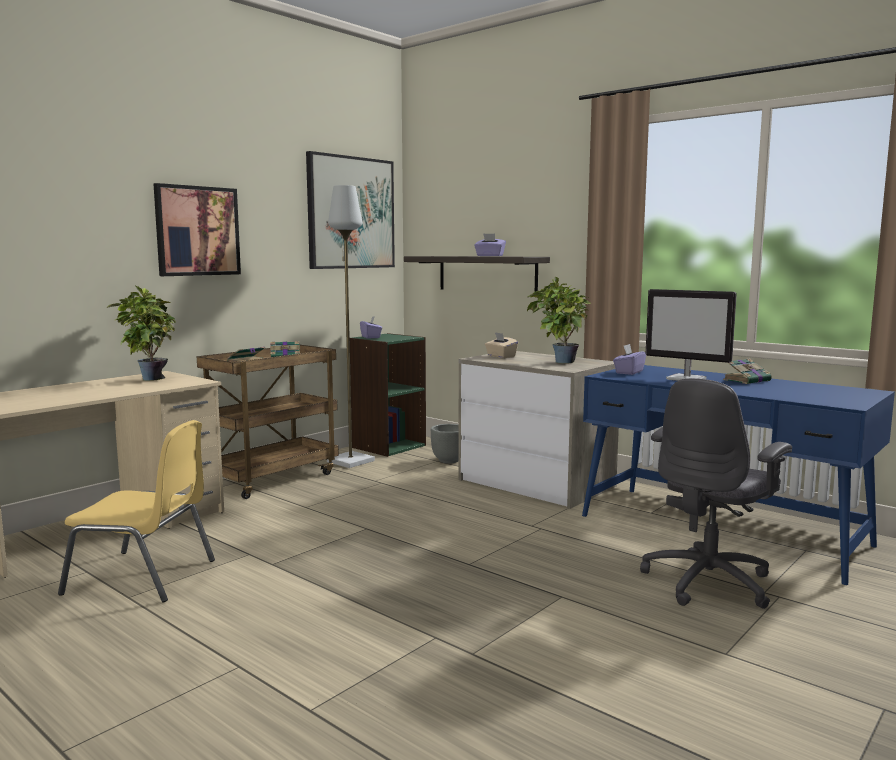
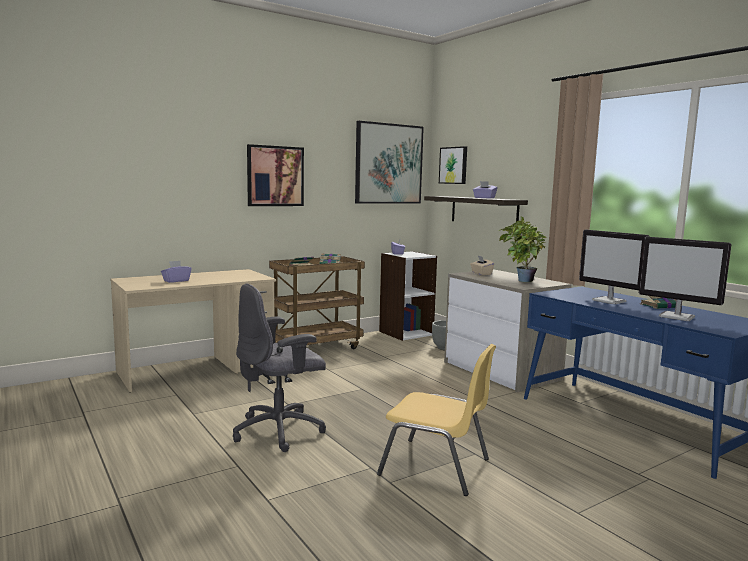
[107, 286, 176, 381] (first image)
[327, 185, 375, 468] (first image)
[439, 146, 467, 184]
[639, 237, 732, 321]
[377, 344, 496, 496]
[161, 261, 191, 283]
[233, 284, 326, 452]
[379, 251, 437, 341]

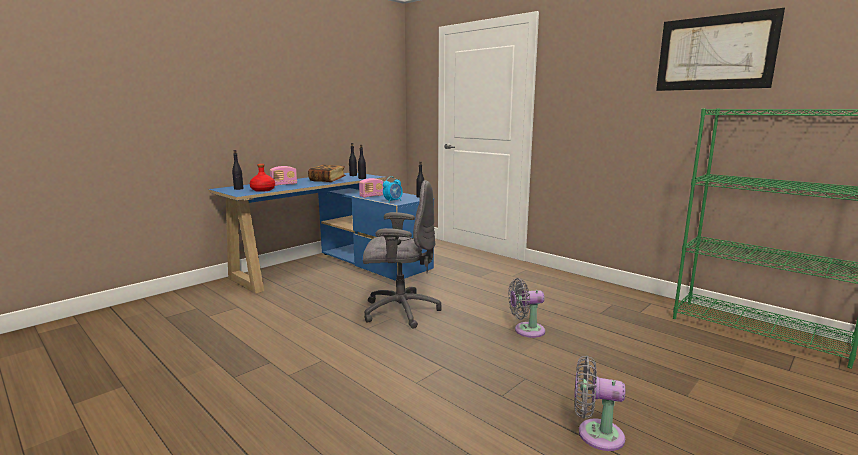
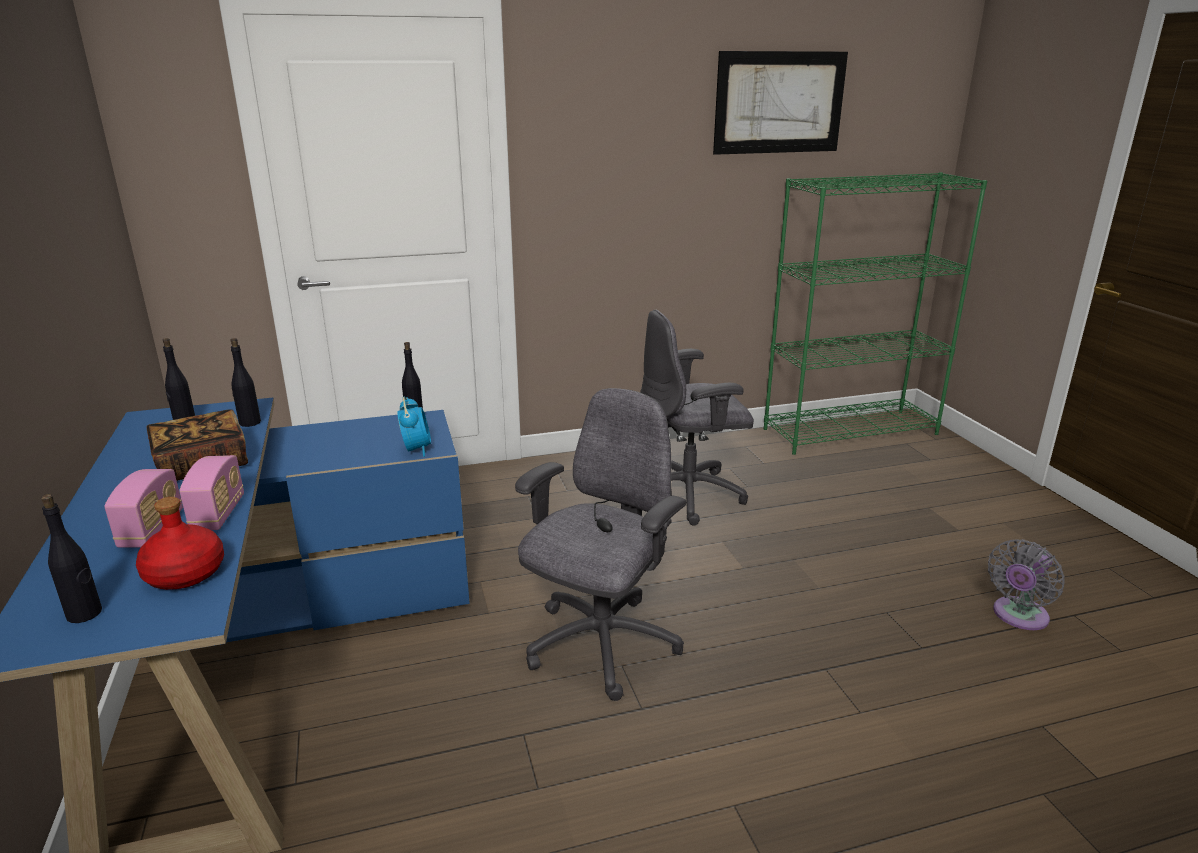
[508, 278, 545, 338] (first image)
[640, 310, 754, 525]
[179, 455, 244, 530]

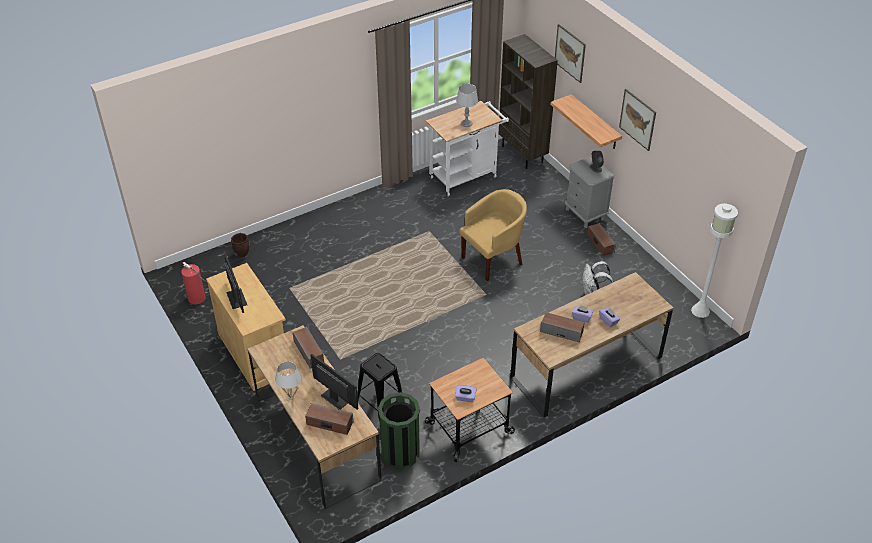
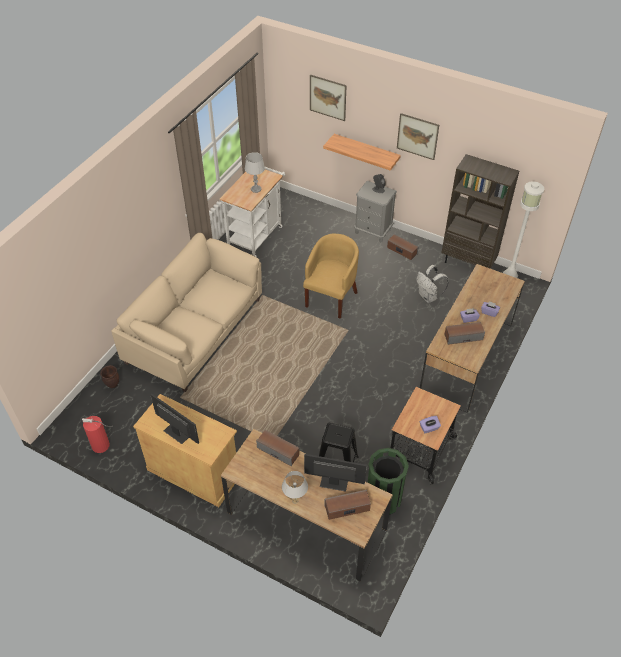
[111, 233, 262, 392]
[441, 154, 519, 269]

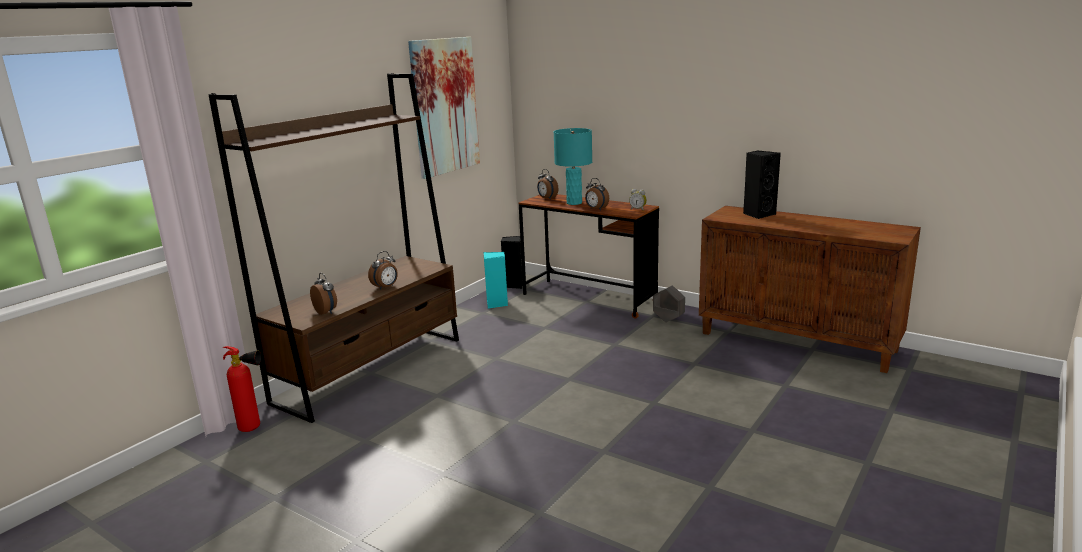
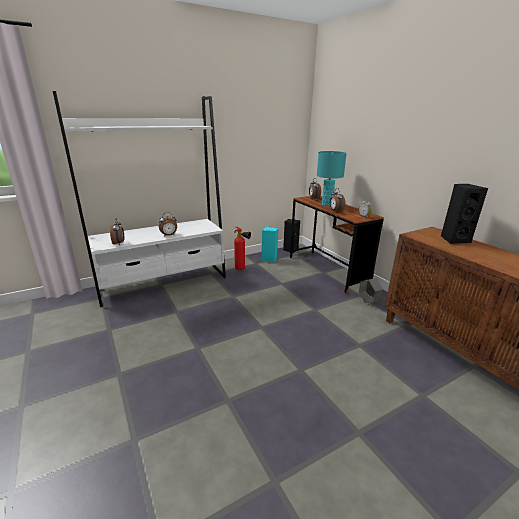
[408, 37, 480, 179] (first image)
[234, 227, 251, 270]
[53, 91, 226, 307]

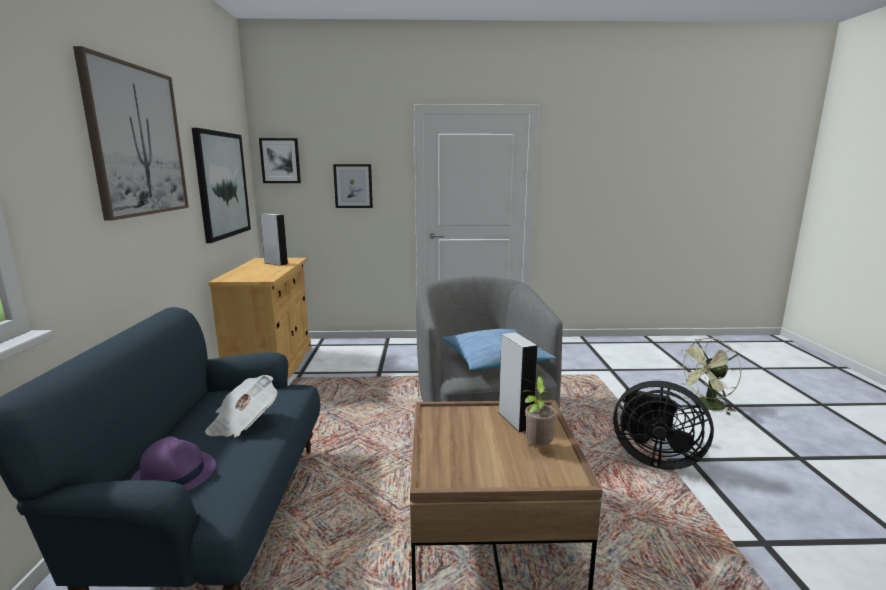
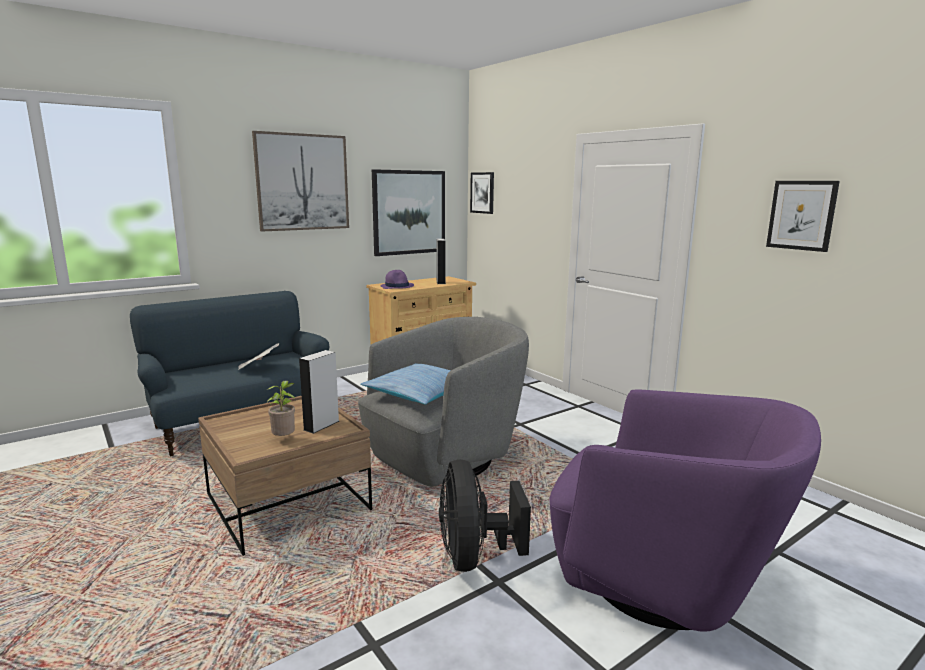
[381, 270, 414, 289]
[766, 181, 840, 252]
[550, 390, 821, 632]

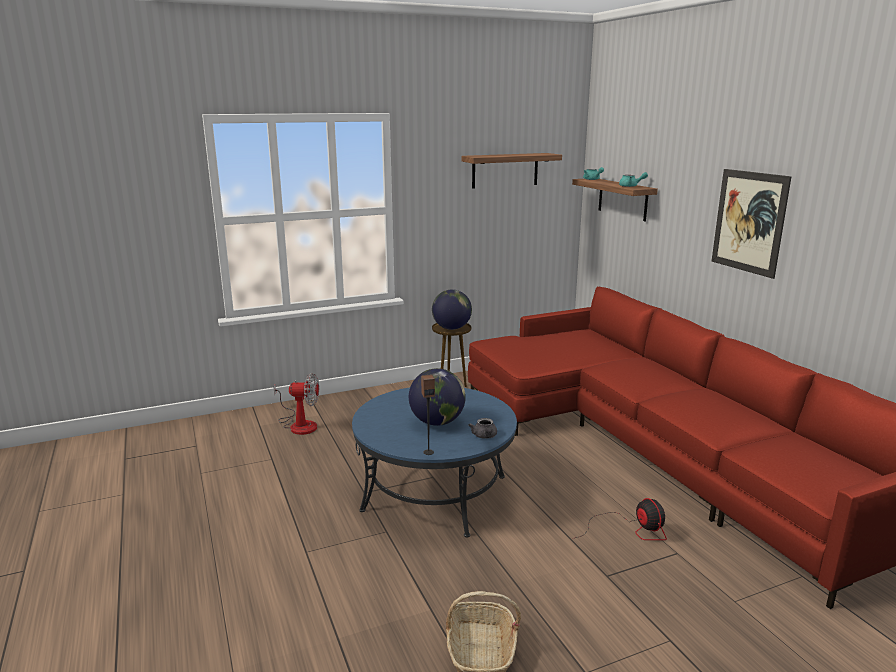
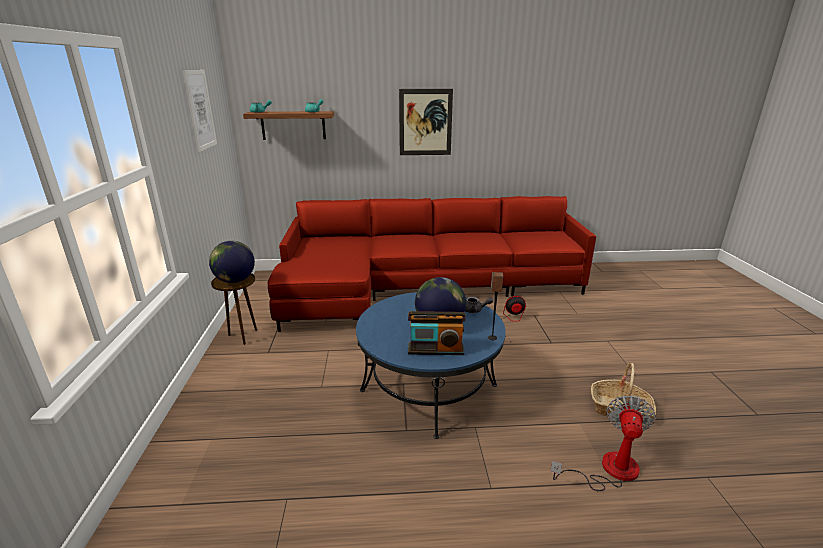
[408, 311, 466, 355]
[550, 395, 656, 491]
[182, 70, 217, 152]

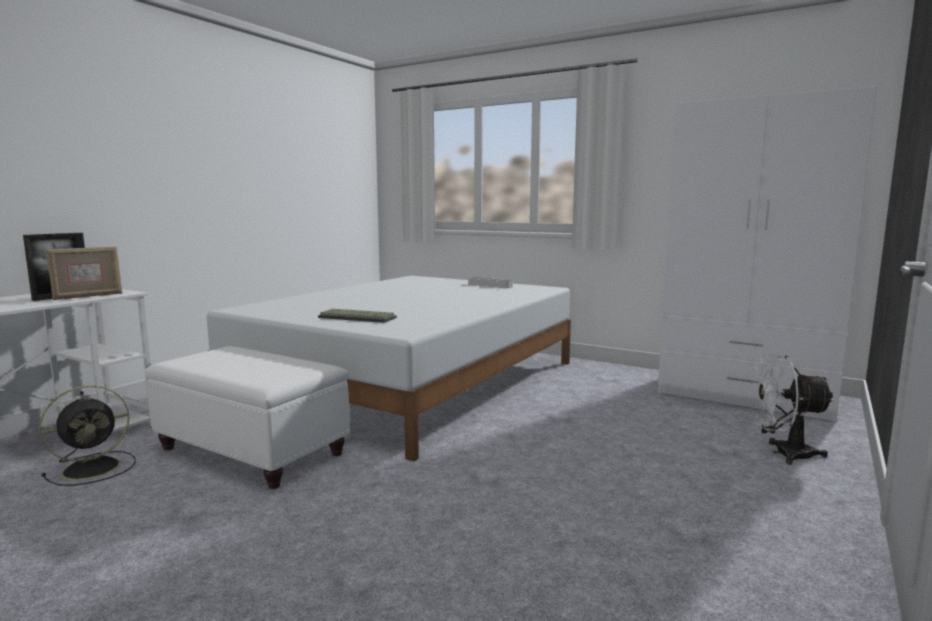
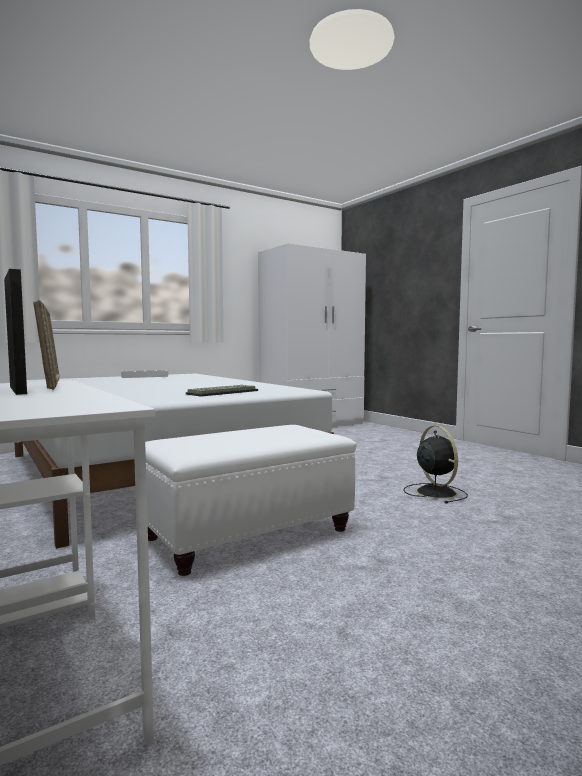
[751, 355, 835, 465] (first image)
[404, 426, 468, 503]

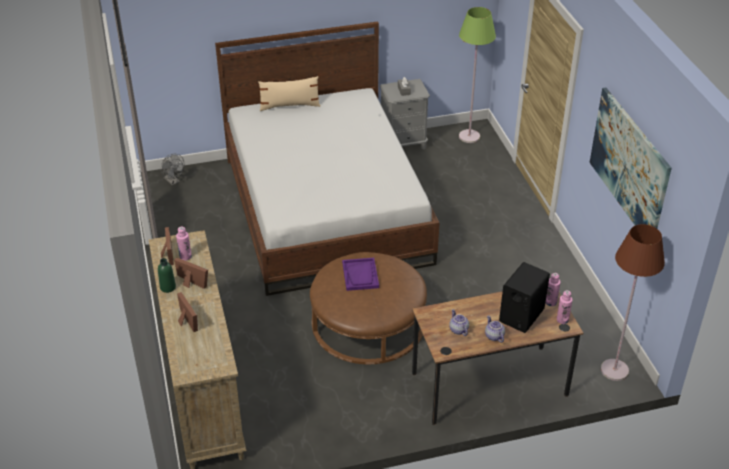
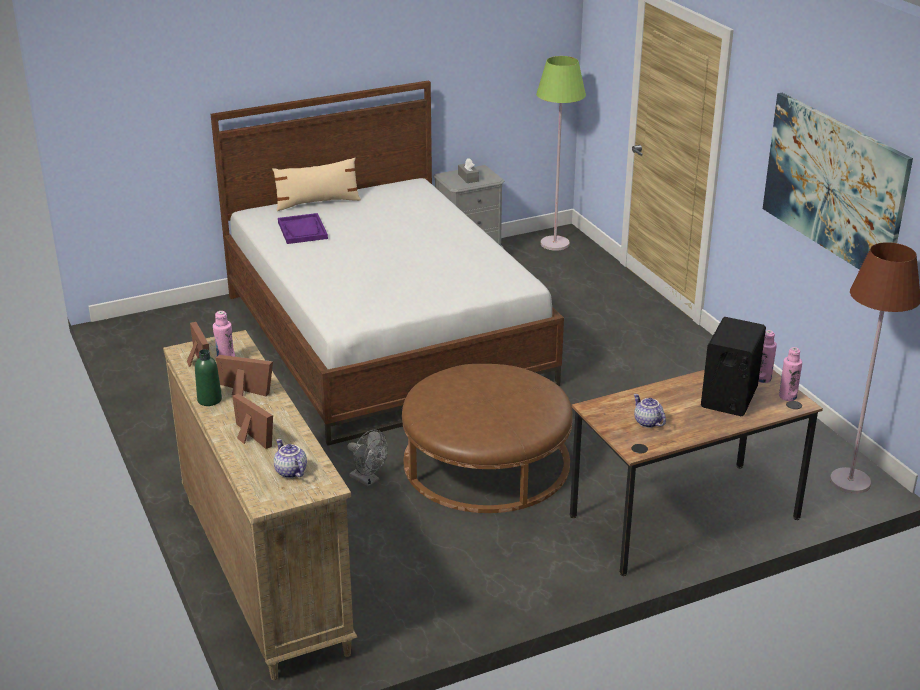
[347, 430, 388, 487]
[278, 213, 328, 244]
[274, 439, 307, 478]

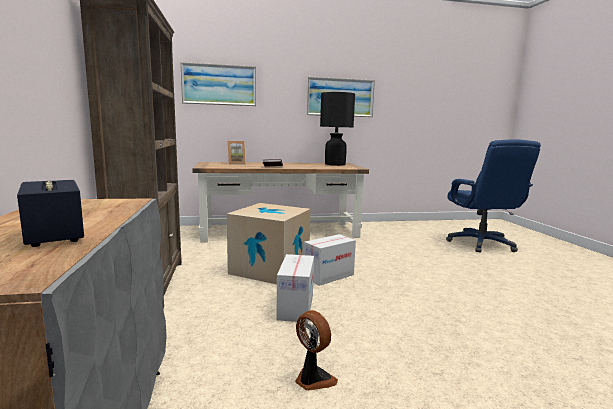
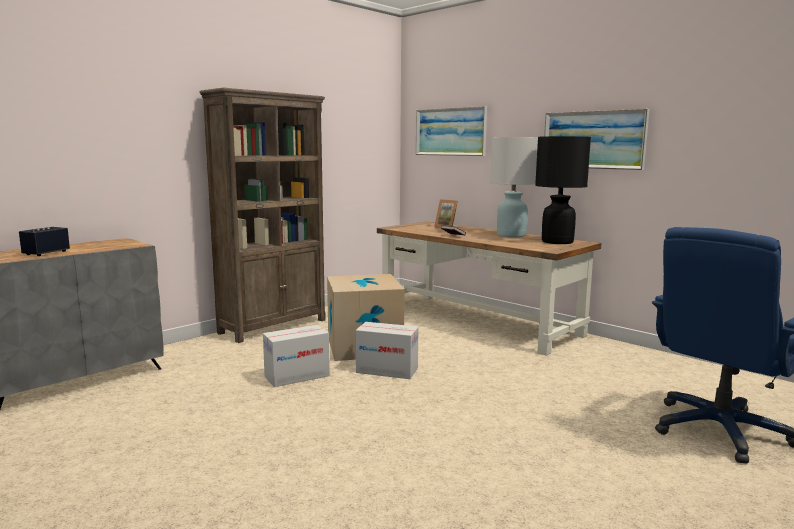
[295, 310, 338, 391] (first image)
[490, 137, 538, 237]

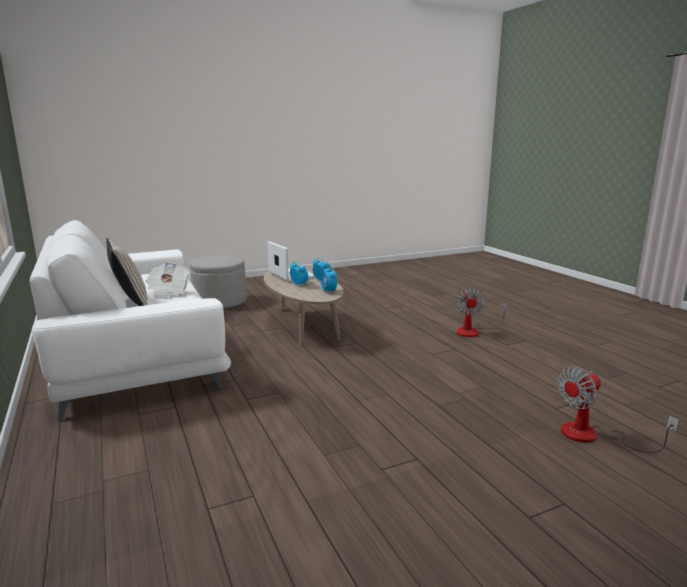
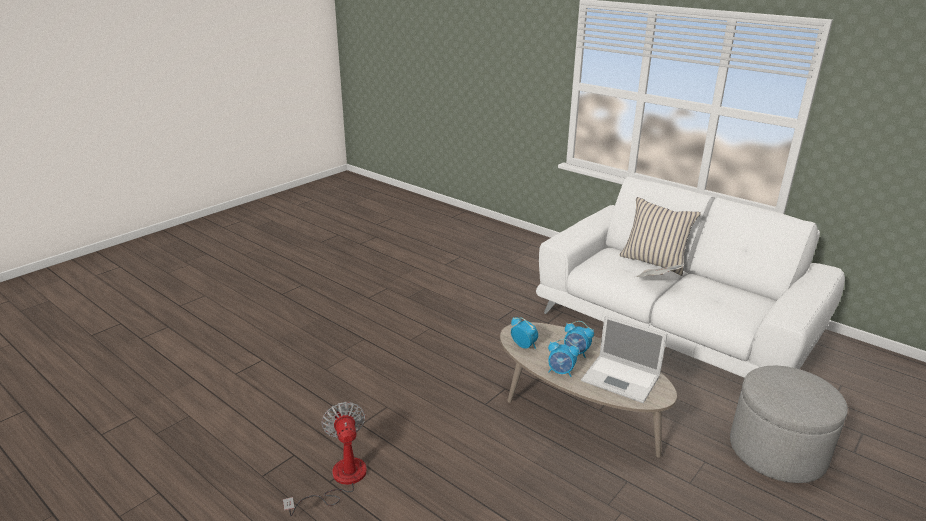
[557, 366, 679, 453] (first image)

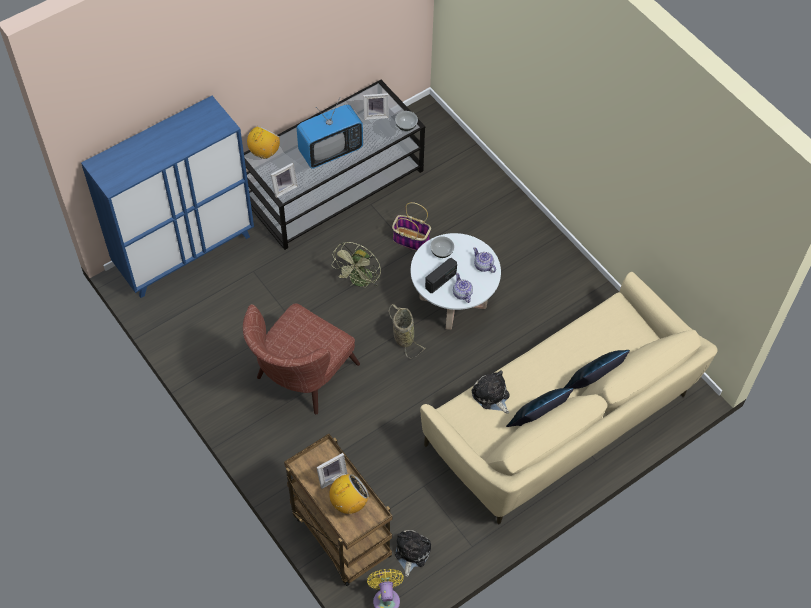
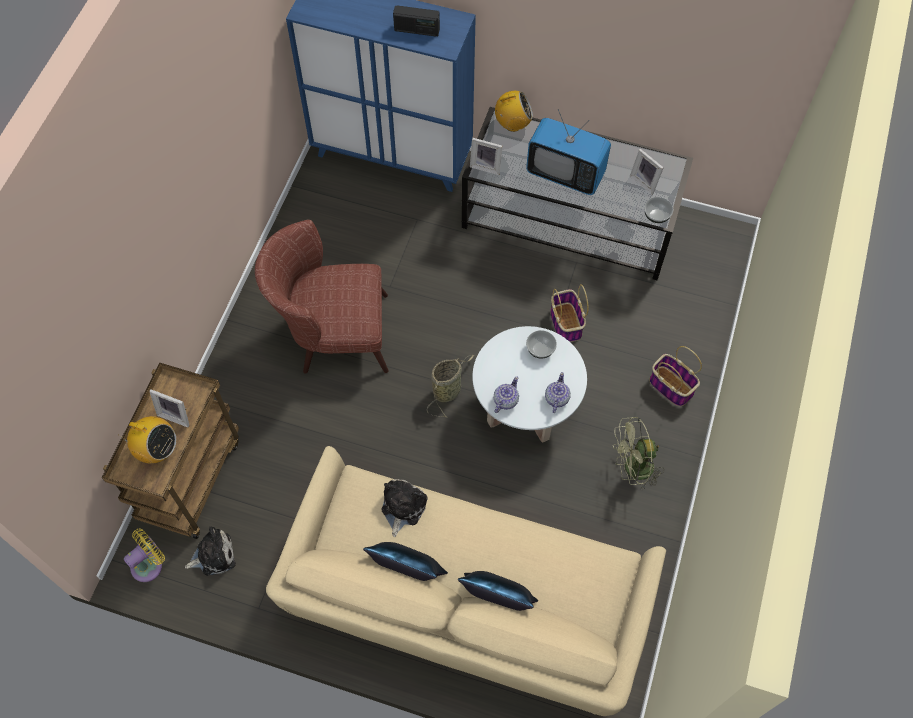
[649, 346, 702, 406]
[613, 417, 664, 490]
[393, 5, 440, 37]

